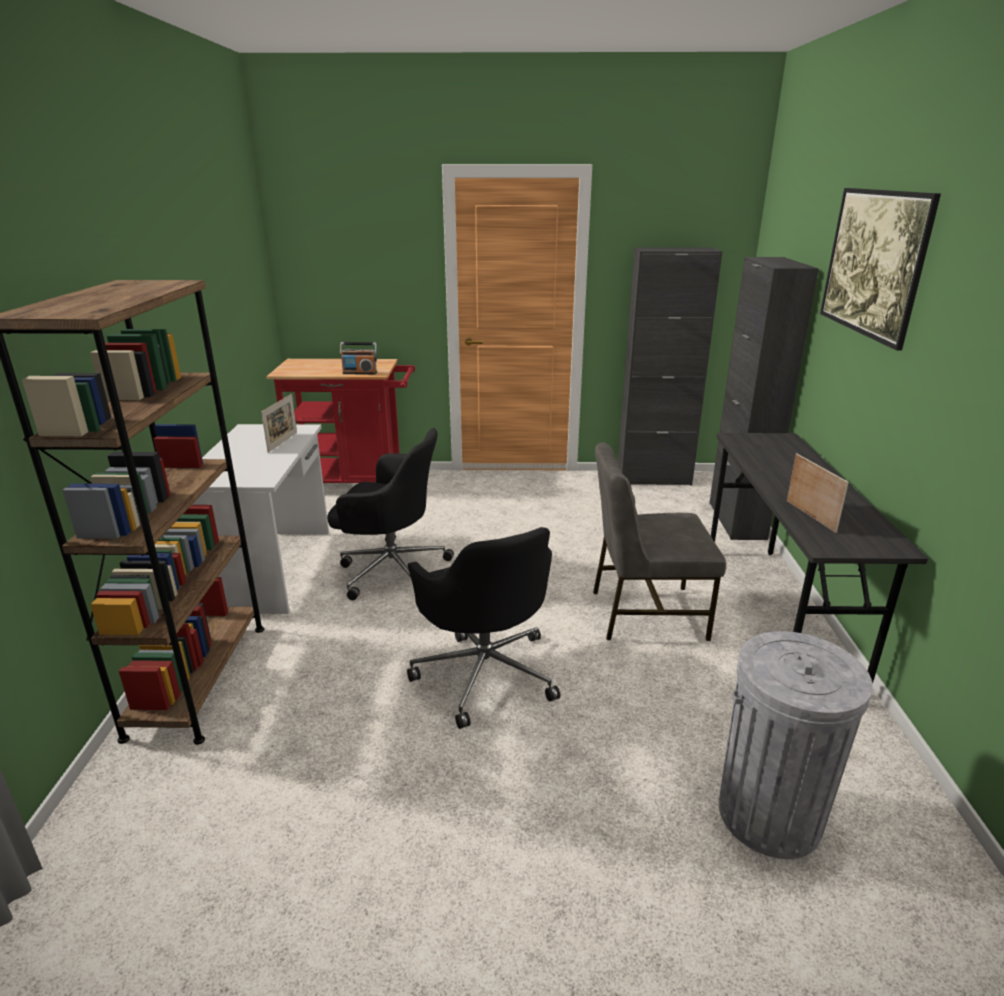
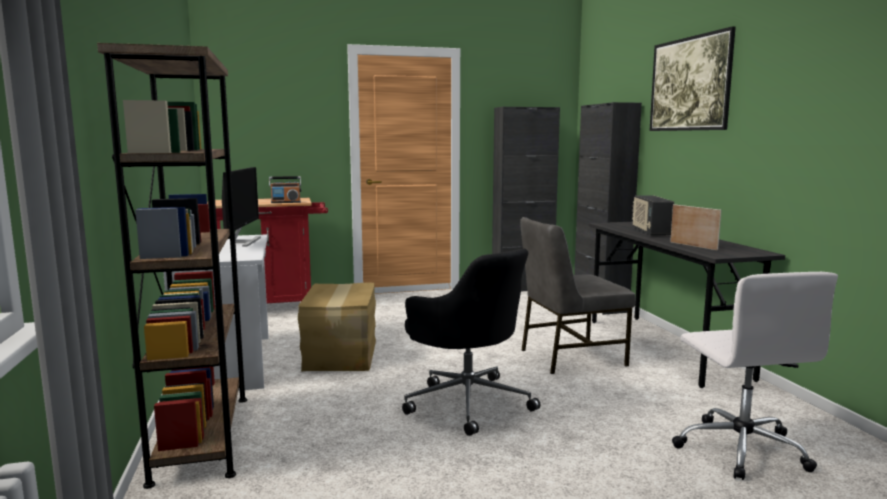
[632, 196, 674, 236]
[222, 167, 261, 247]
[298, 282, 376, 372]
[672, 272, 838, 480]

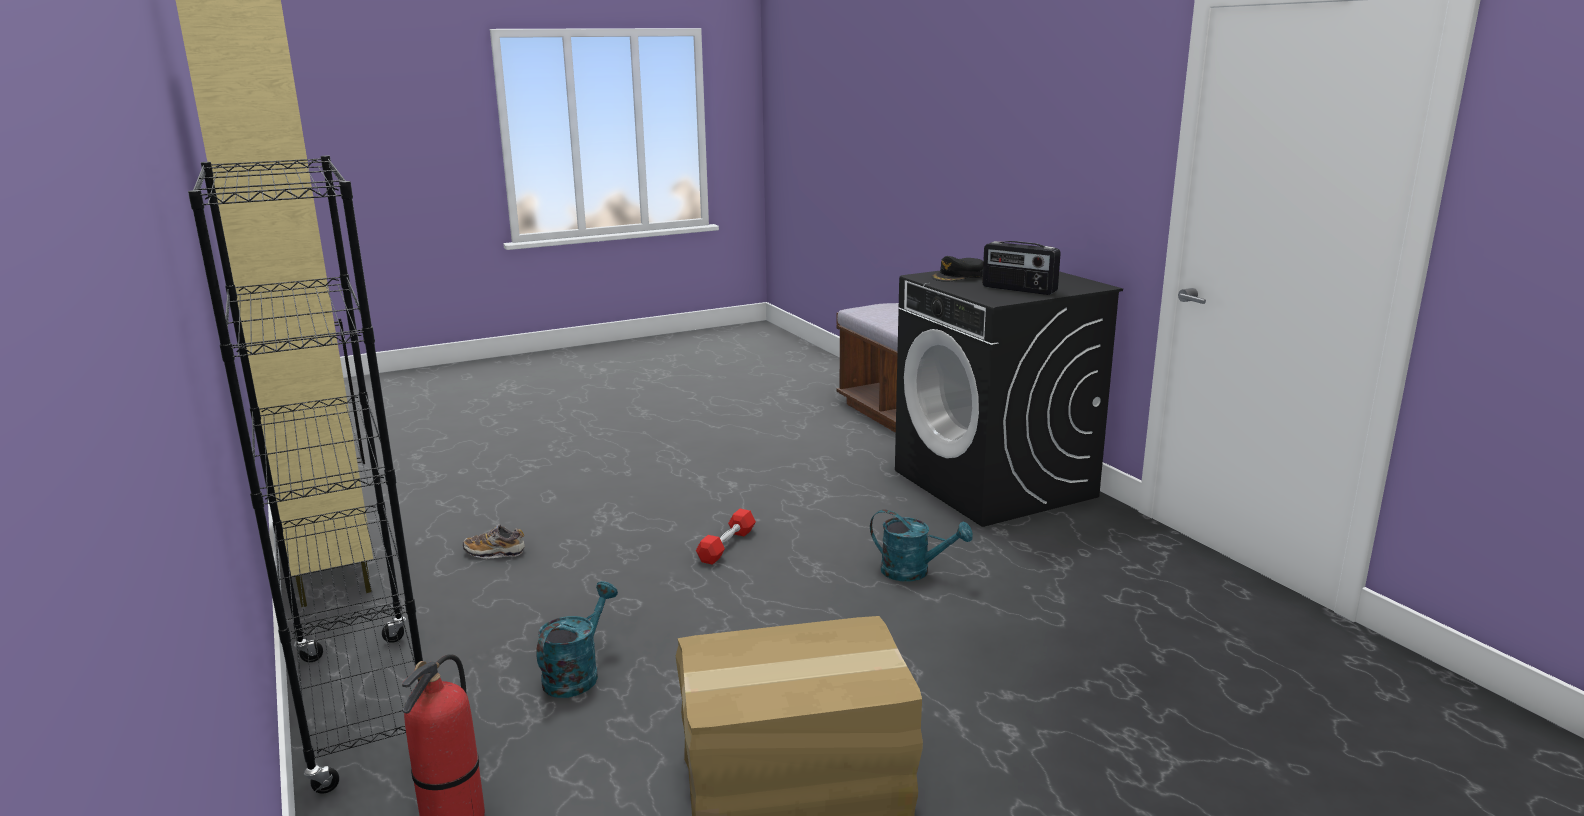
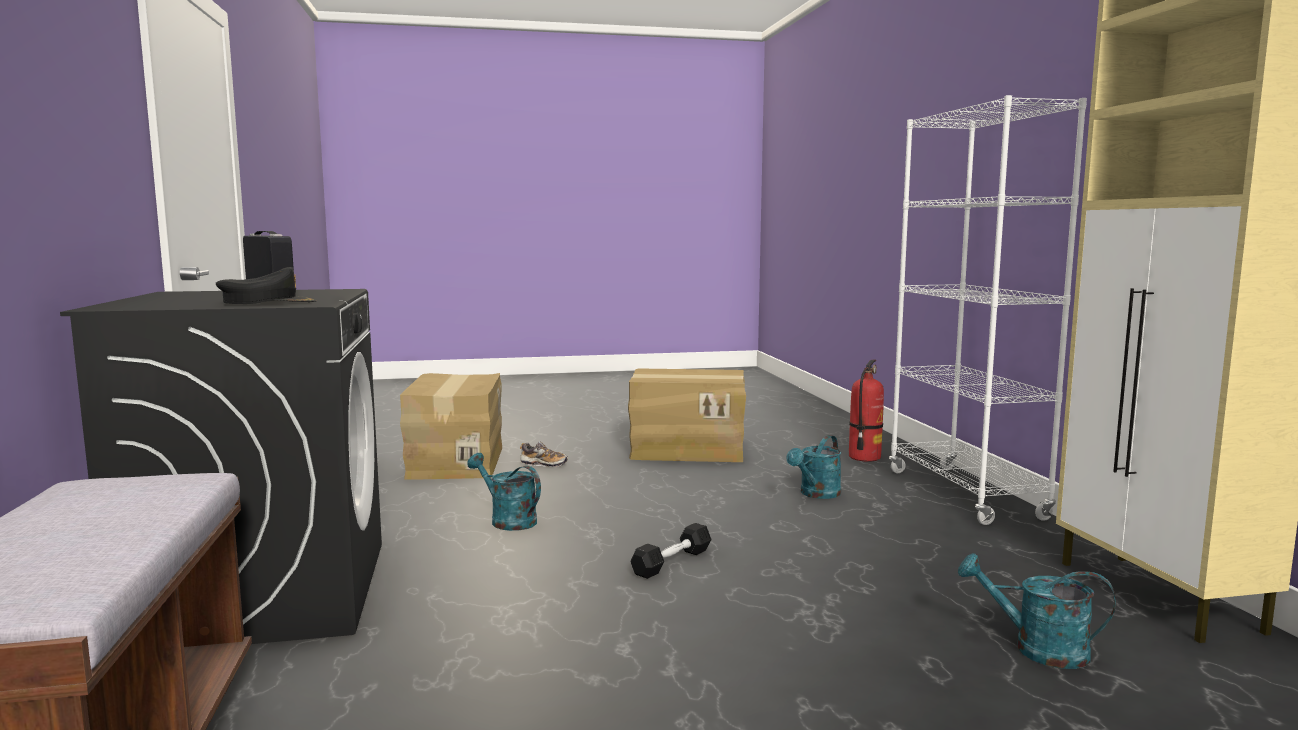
[400, 373, 502, 480]
[958, 553, 1116, 669]
[520, 441, 568, 467]
[889, 95, 1087, 525]
[631, 523, 712, 579]

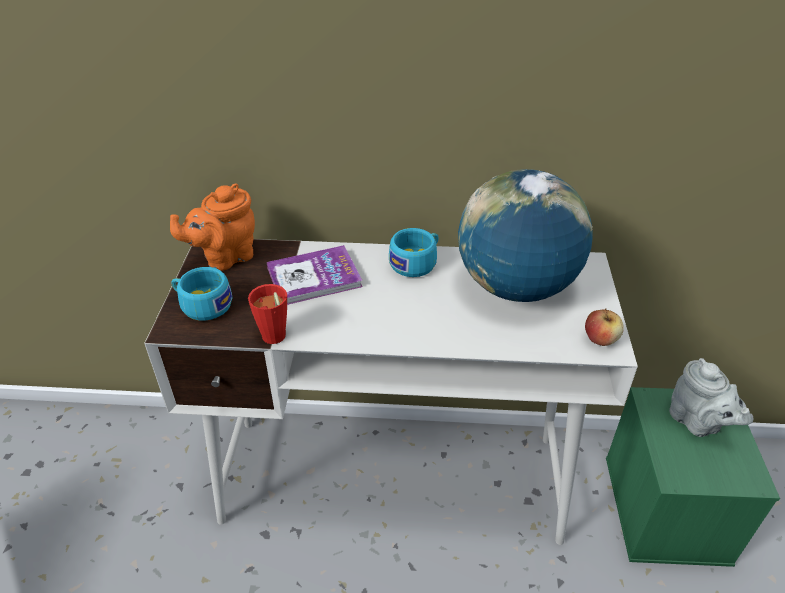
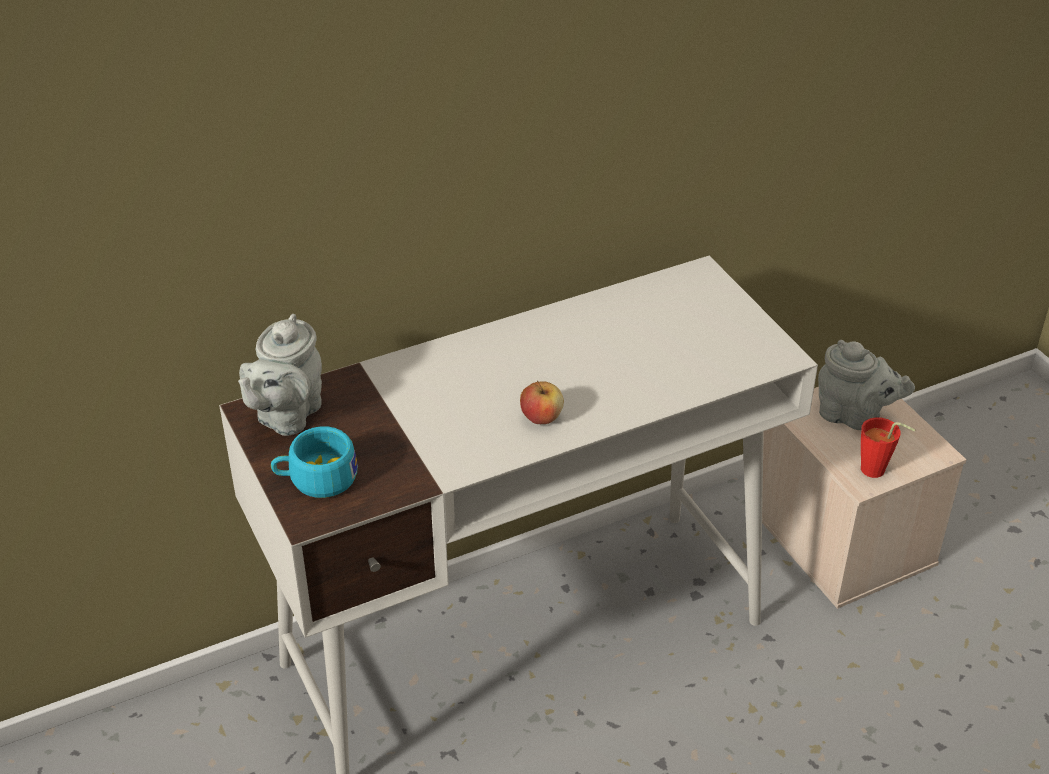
[267, 245, 363, 305] (first image)
[389, 228, 438, 277] (first image)
[458, 169, 593, 302] (first image)
[861, 417, 915, 478]
[520, 381, 564, 424]
[238, 314, 322, 436]
[762, 387, 966, 609]

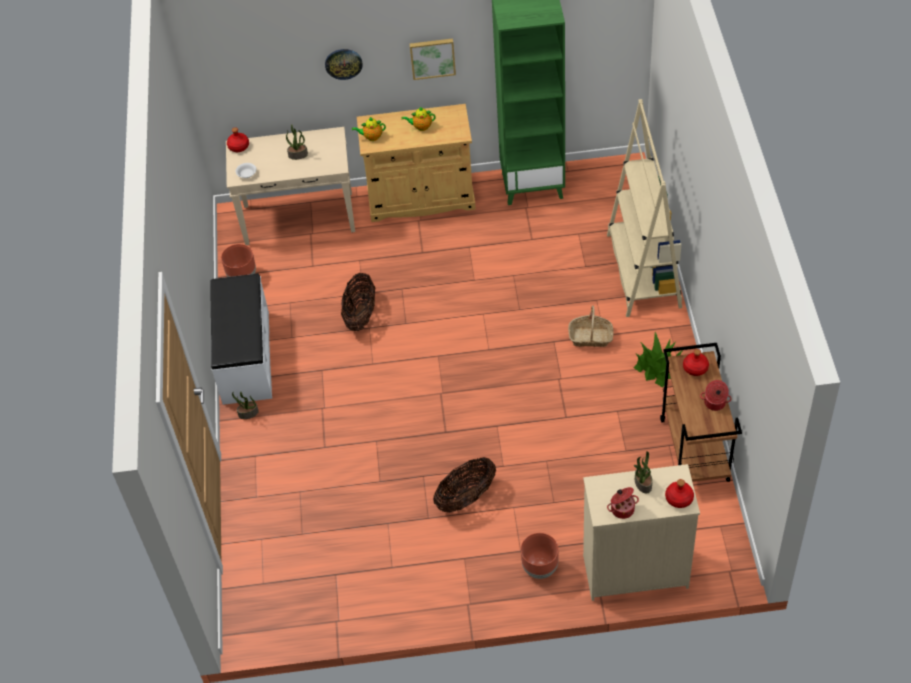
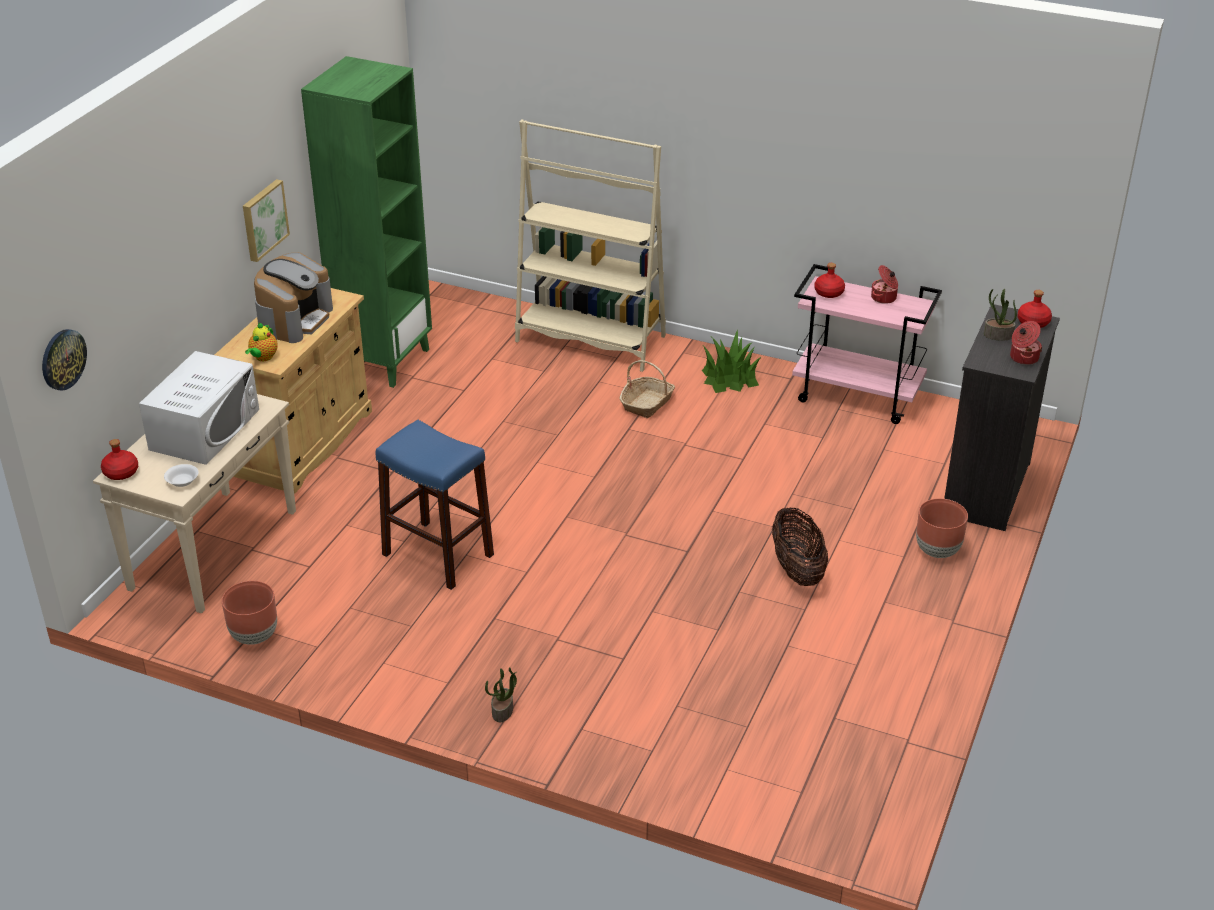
[210, 273, 272, 405] (first image)
[42, 329, 87, 391]
[139, 351, 259, 465]
[376, 420, 494, 590]
[254, 252, 333, 343]
[944, 304, 1060, 531]
[792, 264, 942, 424]

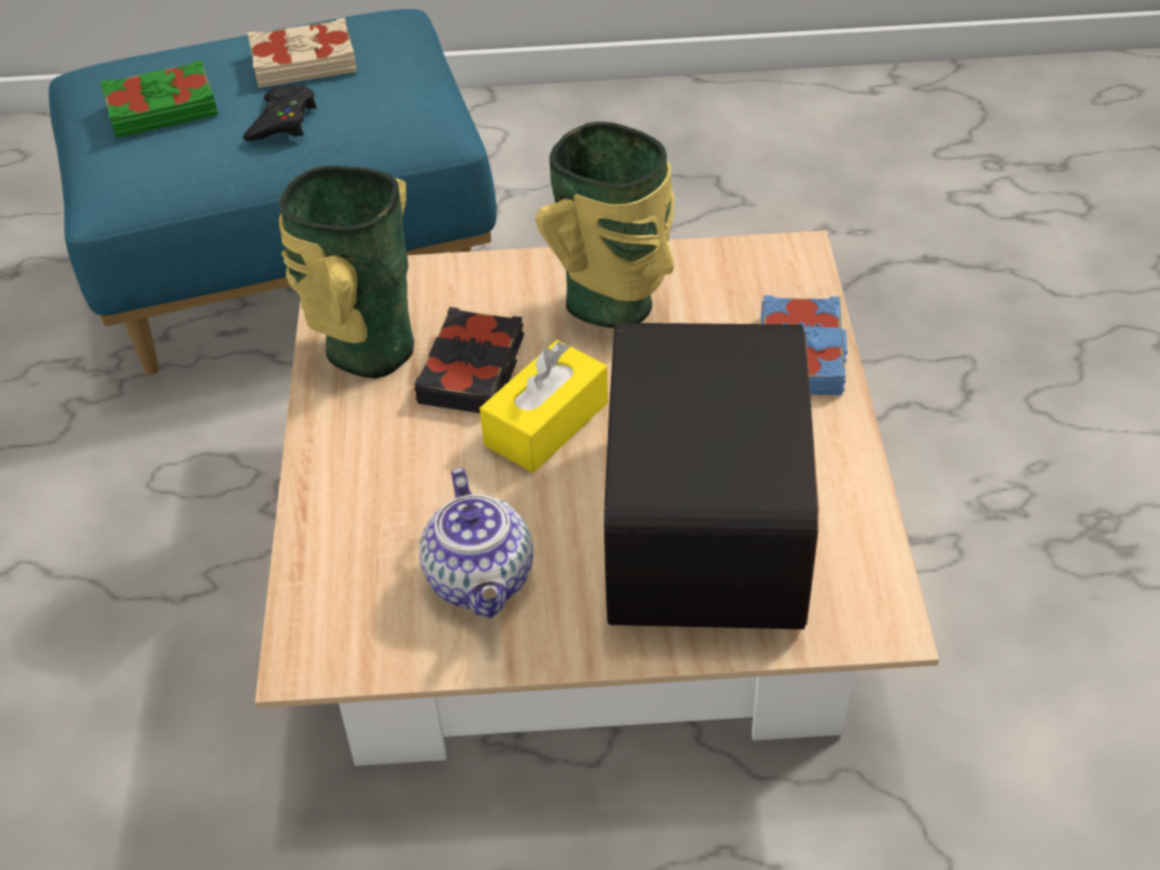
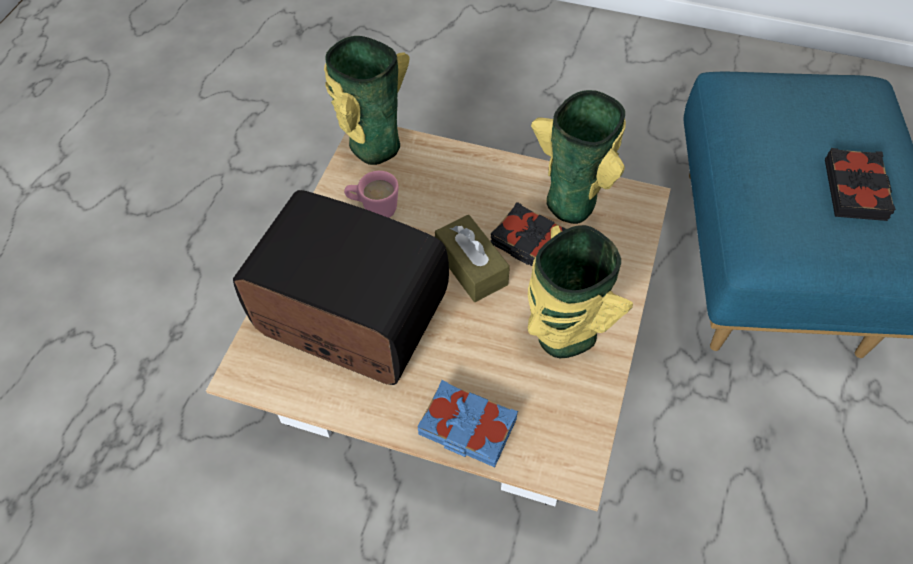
[100, 60, 218, 138] (first image)
[243, 85, 317, 141] (first image)
[324, 36, 410, 165]
[344, 171, 398, 218]
[825, 148, 896, 221]
[435, 215, 510, 302]

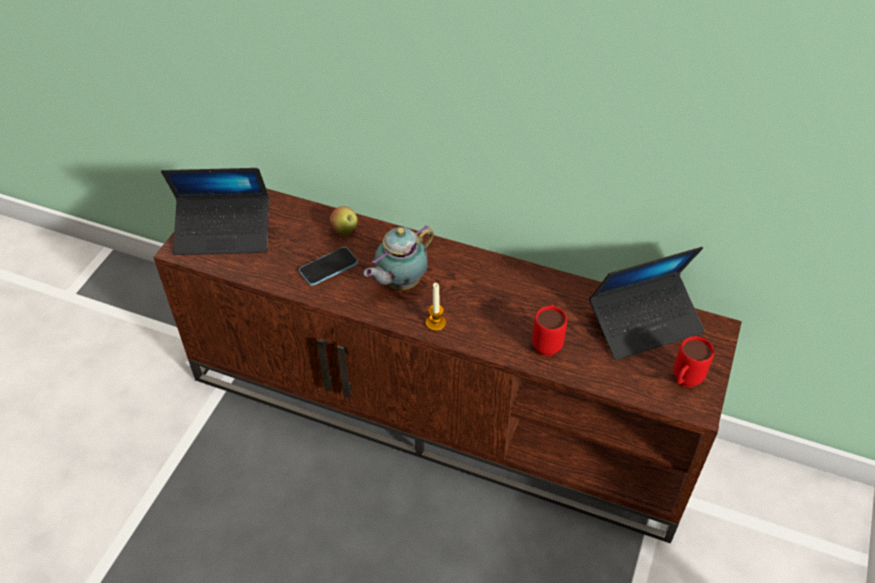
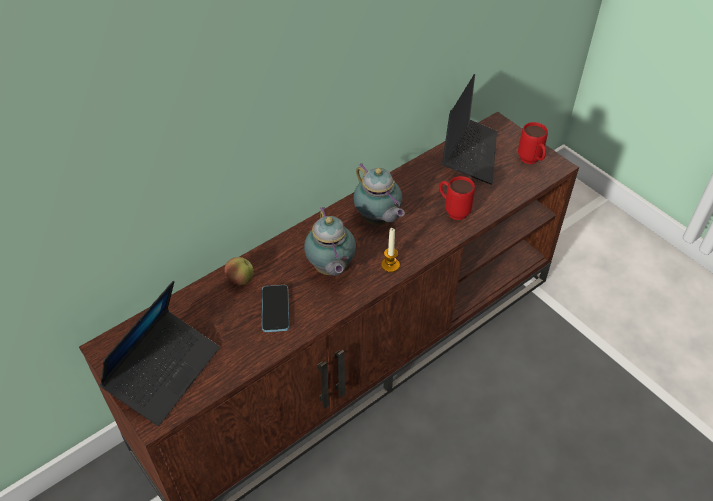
[353, 164, 405, 225]

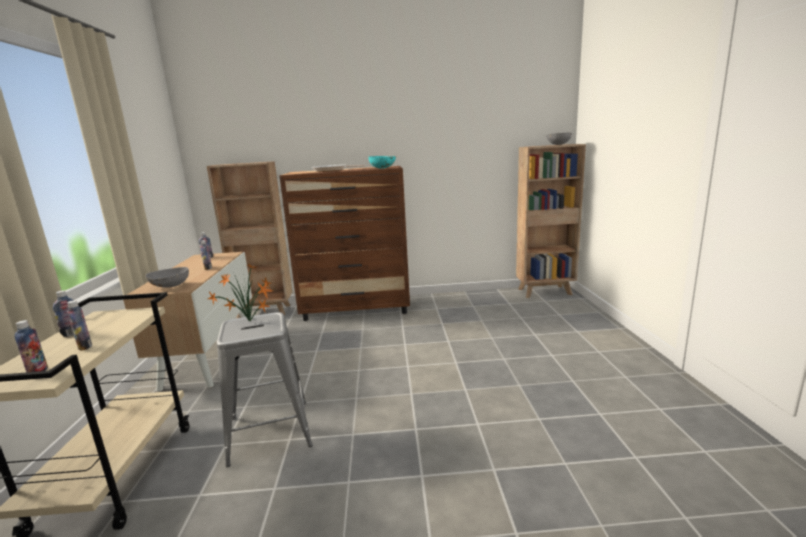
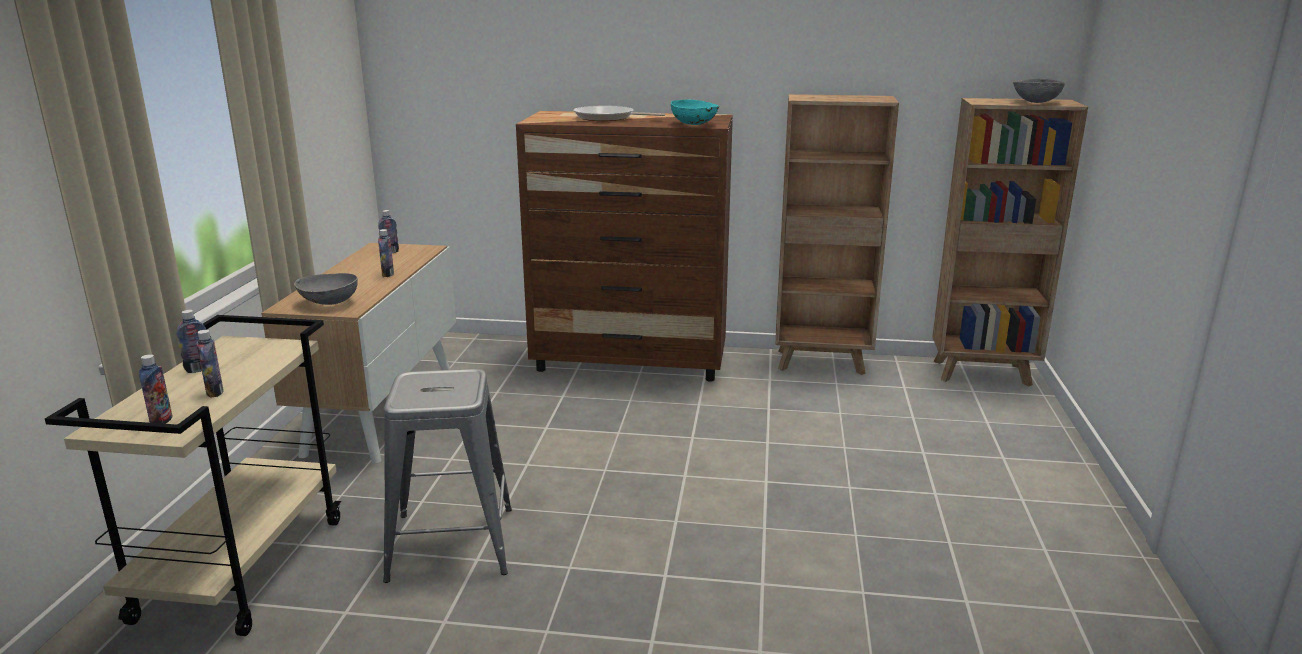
[208, 264, 273, 322] (first image)
[776, 94, 899, 375]

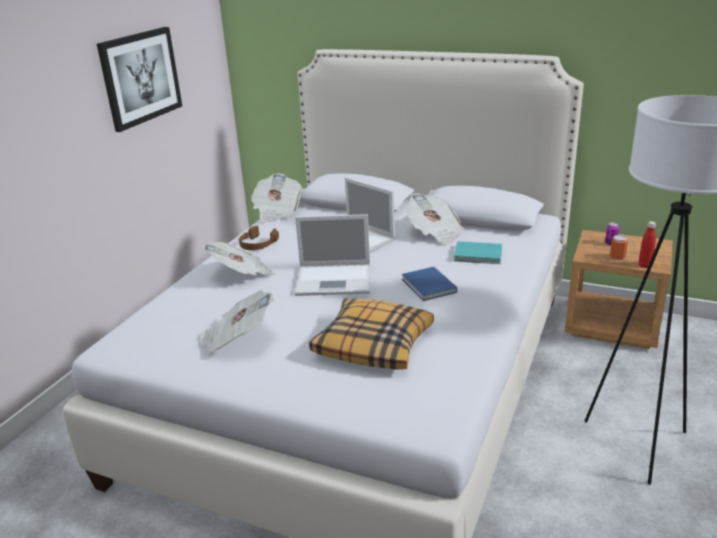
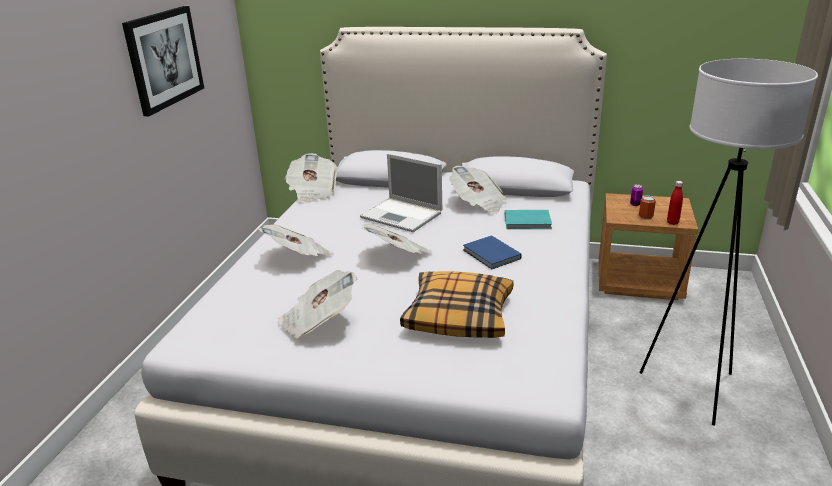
[239, 225, 279, 250] (first image)
[361, 224, 432, 254]

